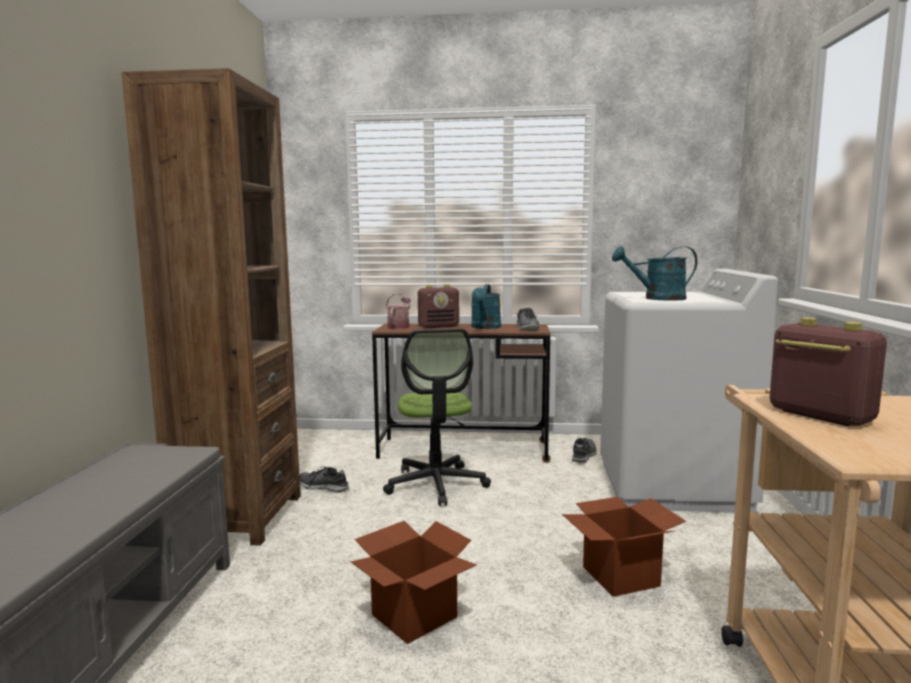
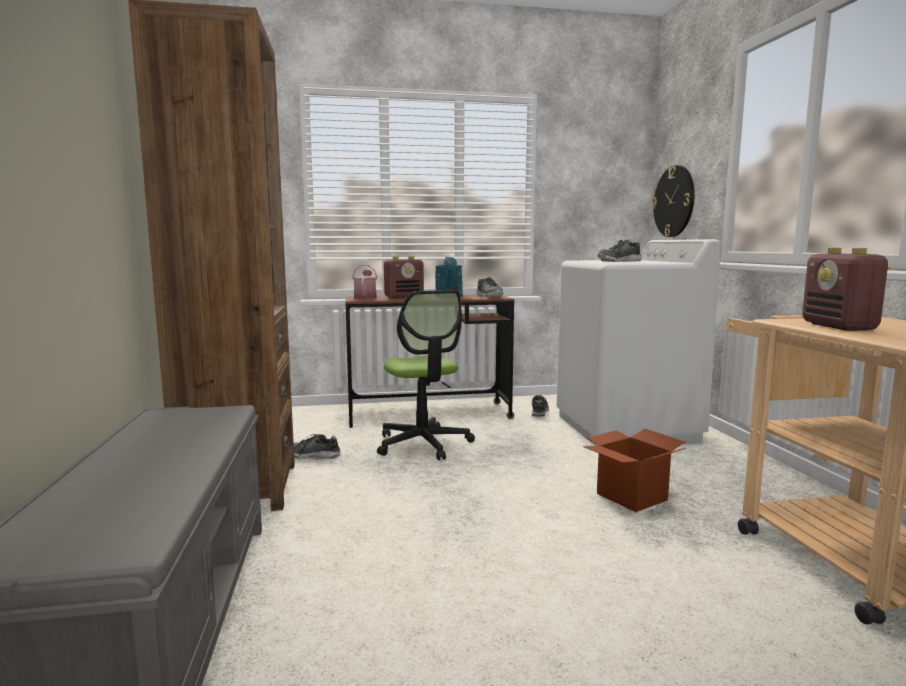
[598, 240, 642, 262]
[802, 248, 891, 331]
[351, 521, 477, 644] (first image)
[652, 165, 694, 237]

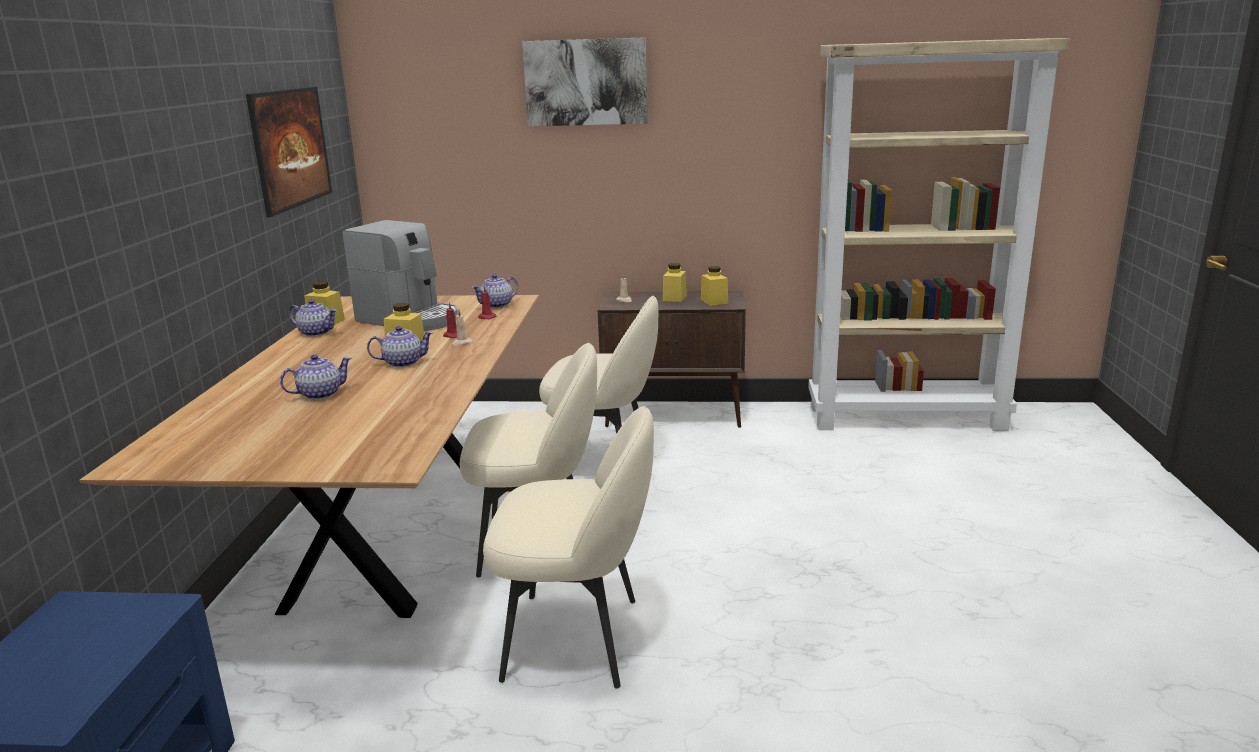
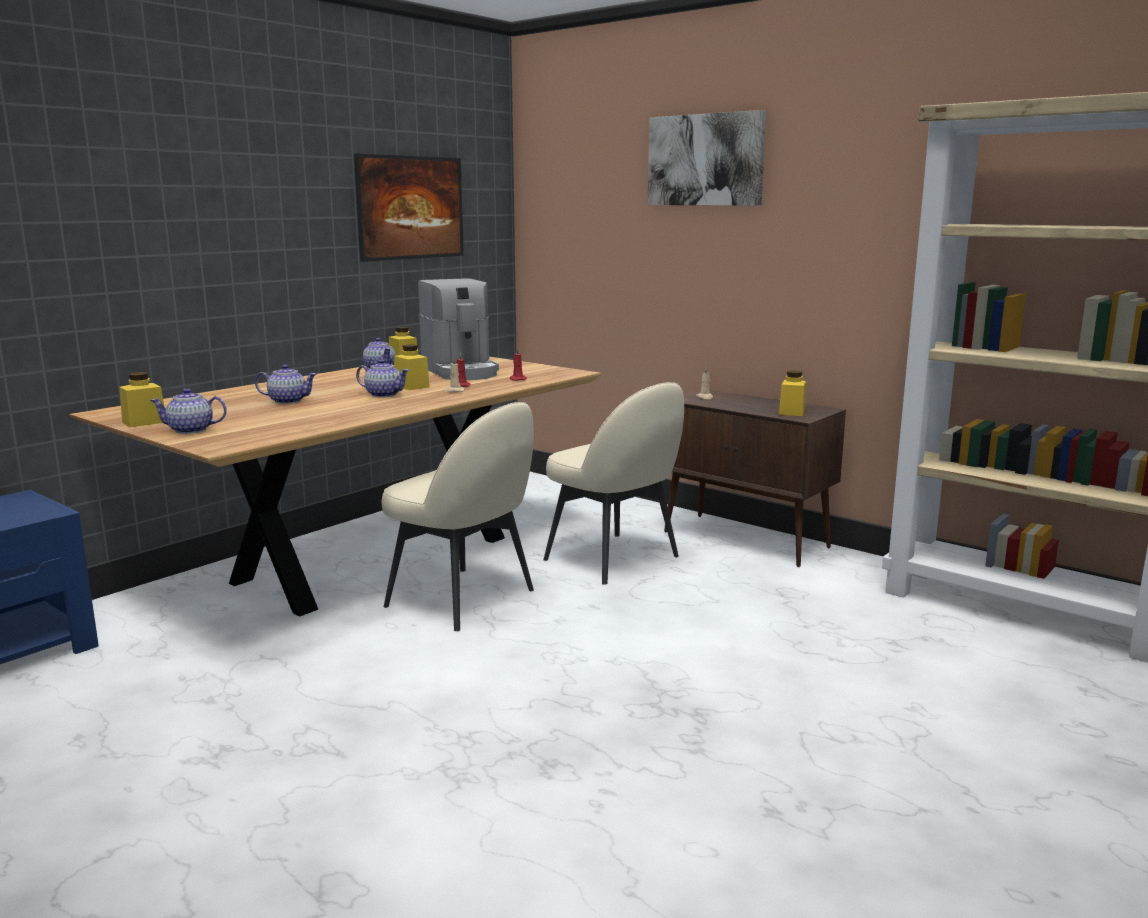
[119, 372, 164, 427]
[150, 388, 227, 434]
[483, 406, 654, 689] (first image)

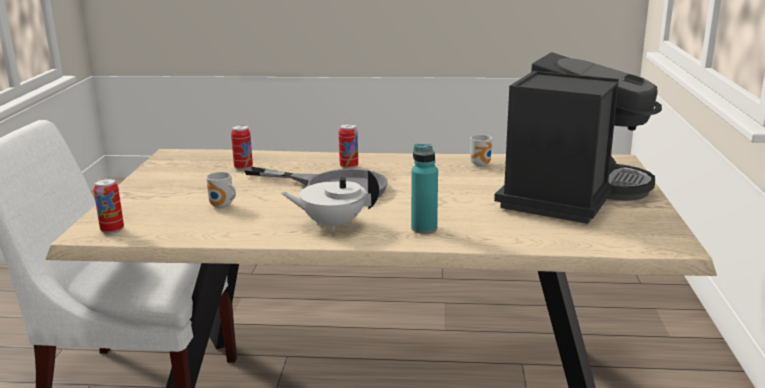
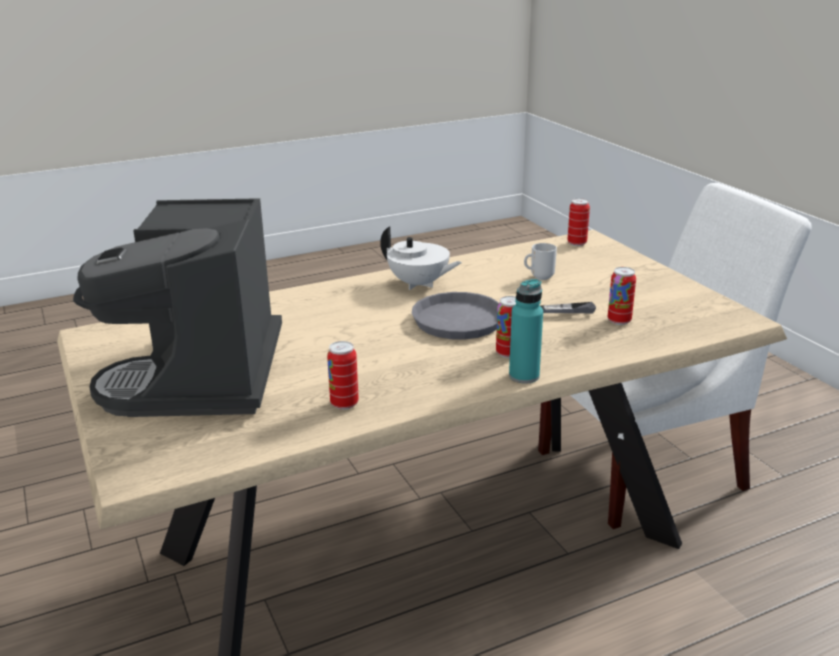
[327, 341, 359, 410]
[509, 279, 543, 384]
[380, 226, 462, 290]

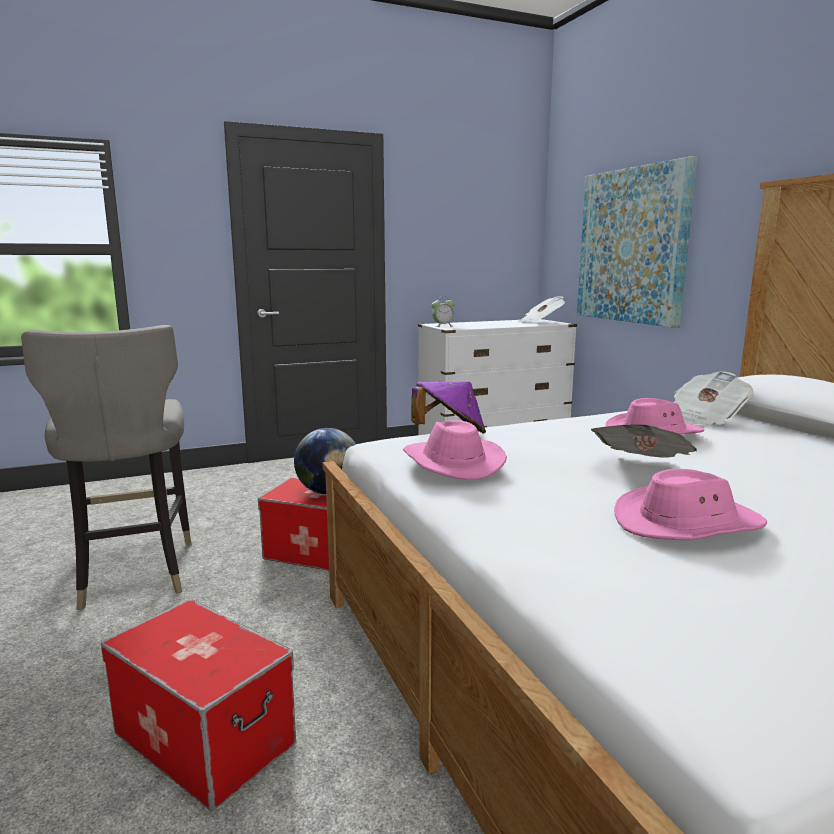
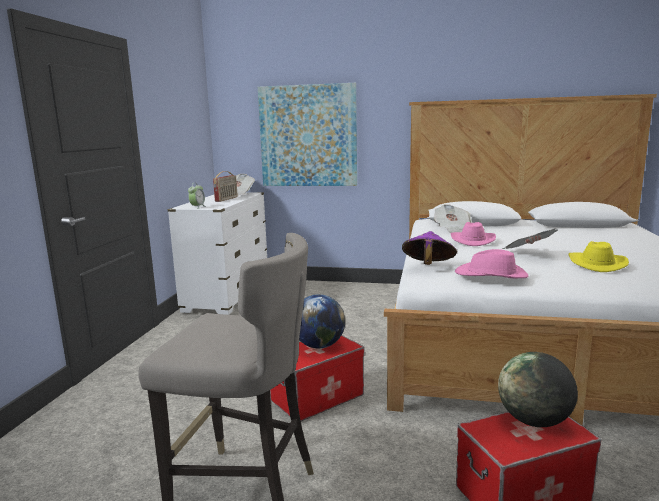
[569, 241, 629, 272]
[213, 171, 238, 202]
[498, 352, 578, 427]

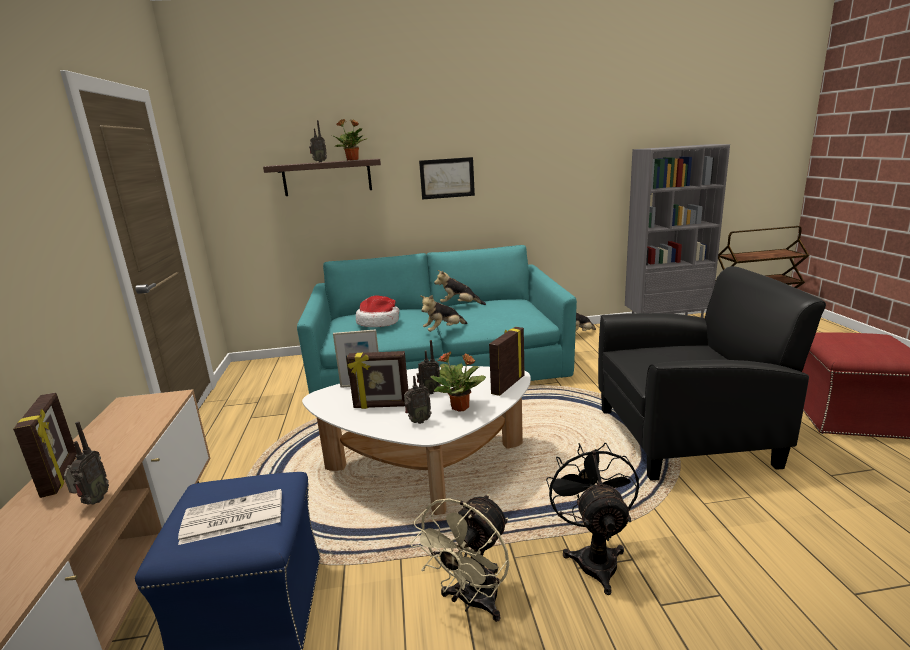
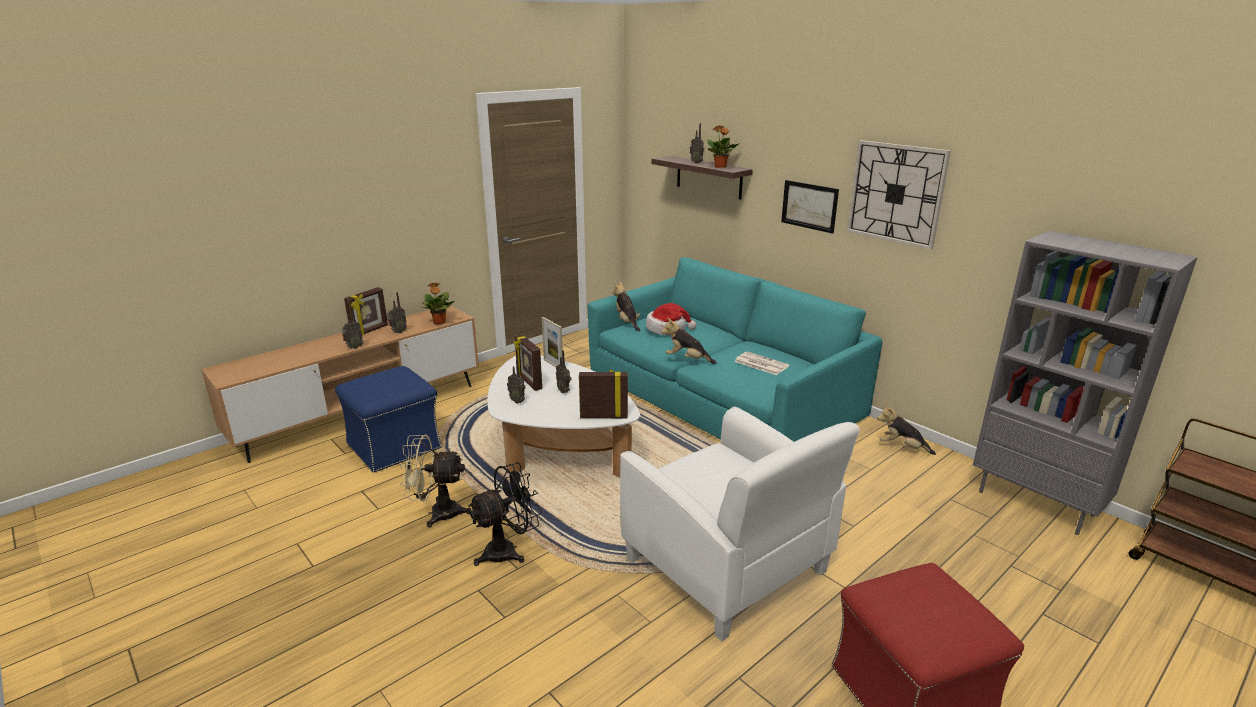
[620, 407, 860, 641]
[612, 282, 640, 332]
[421, 283, 454, 324]
[734, 352, 789, 375]
[847, 140, 951, 250]
[387, 292, 407, 333]

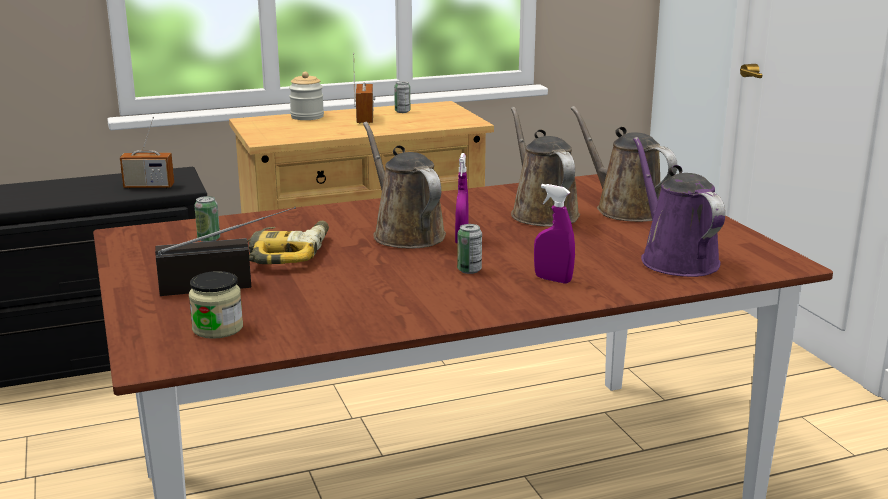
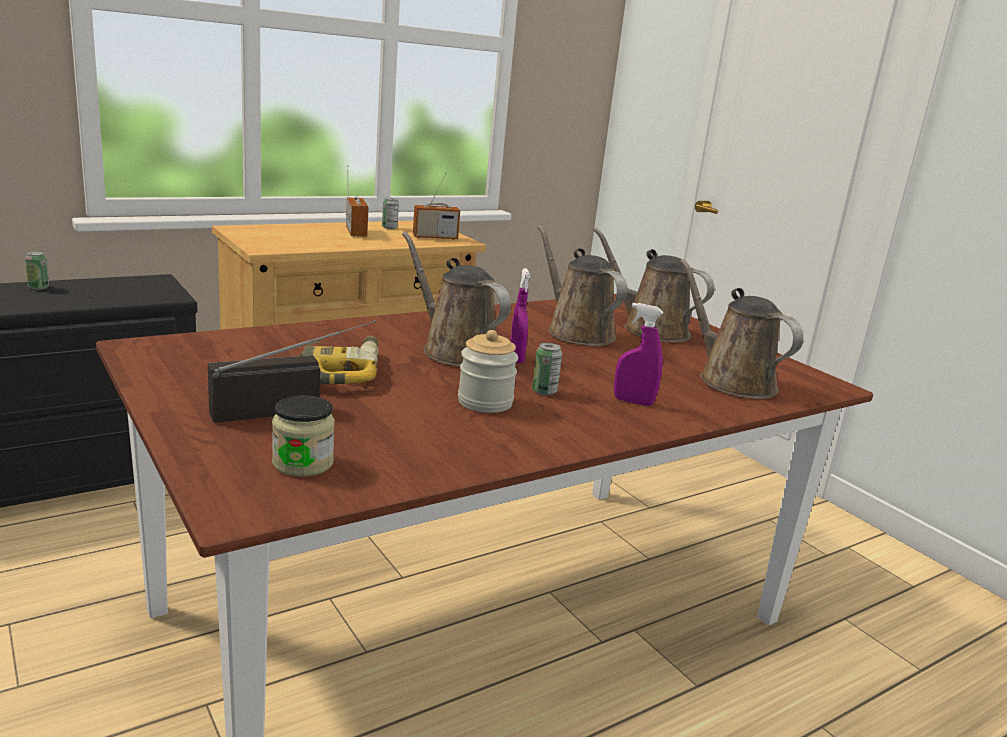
[458, 330, 518, 413]
[413, 172, 460, 240]
[680, 259, 804, 399]
[25, 251, 49, 290]

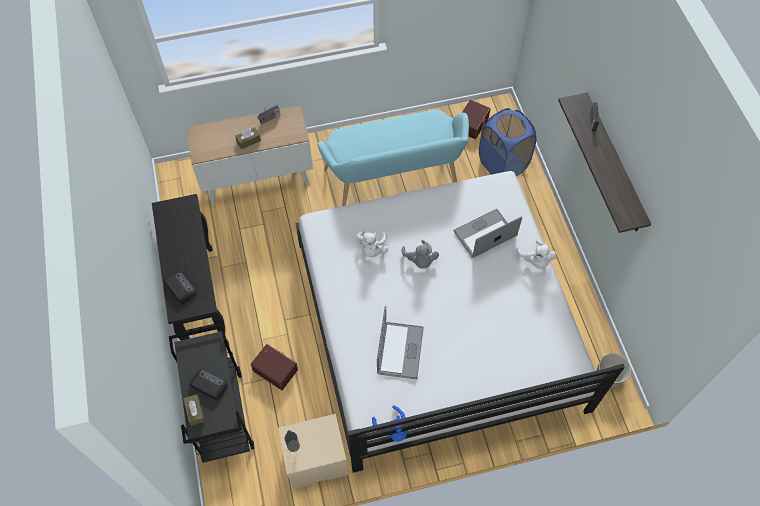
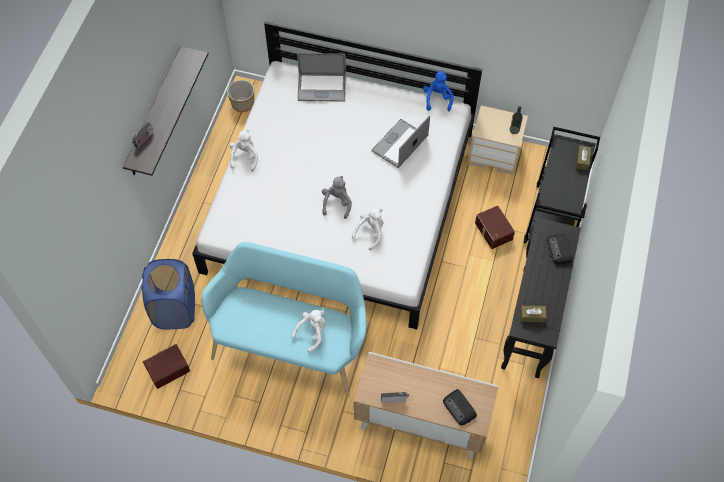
[520, 306, 547, 322]
[297, 53, 346, 102]
[443, 389, 477, 425]
[291, 310, 326, 353]

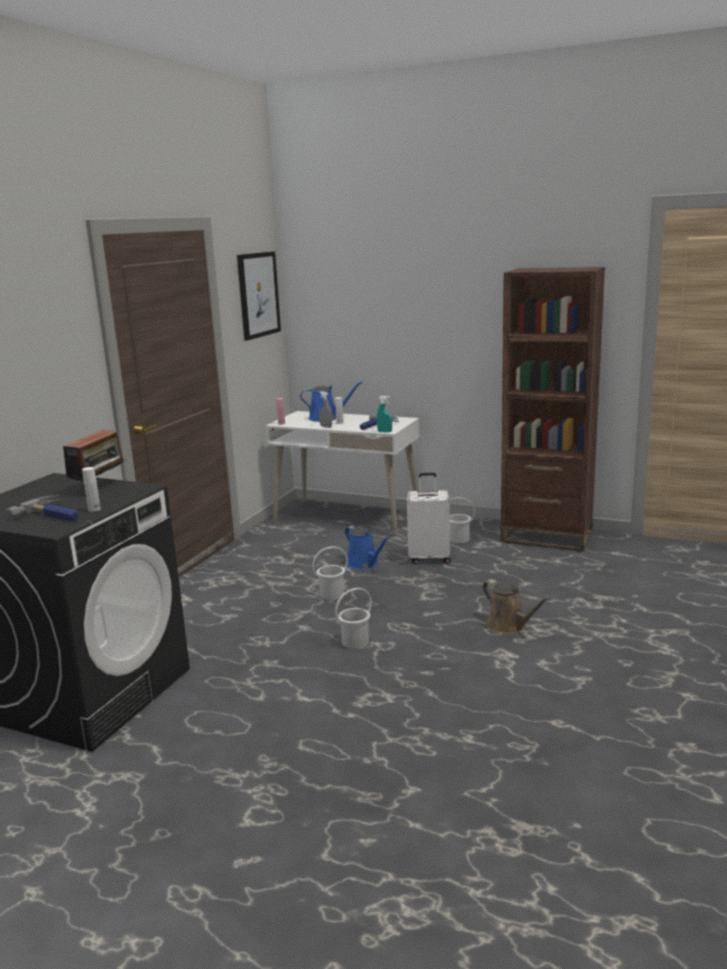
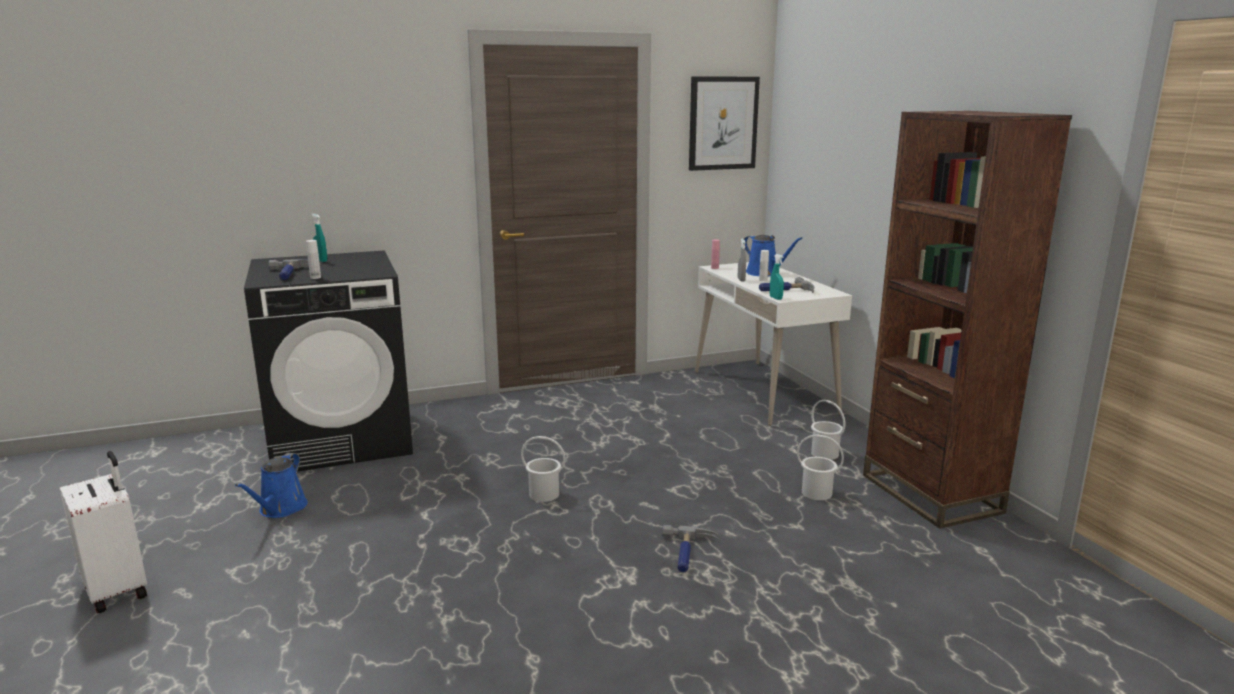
[63, 428, 128, 491] (first image)
[60, 451, 147, 614]
[235, 453, 308, 518]
[797, 435, 844, 500]
[662, 525, 718, 572]
[311, 214, 327, 262]

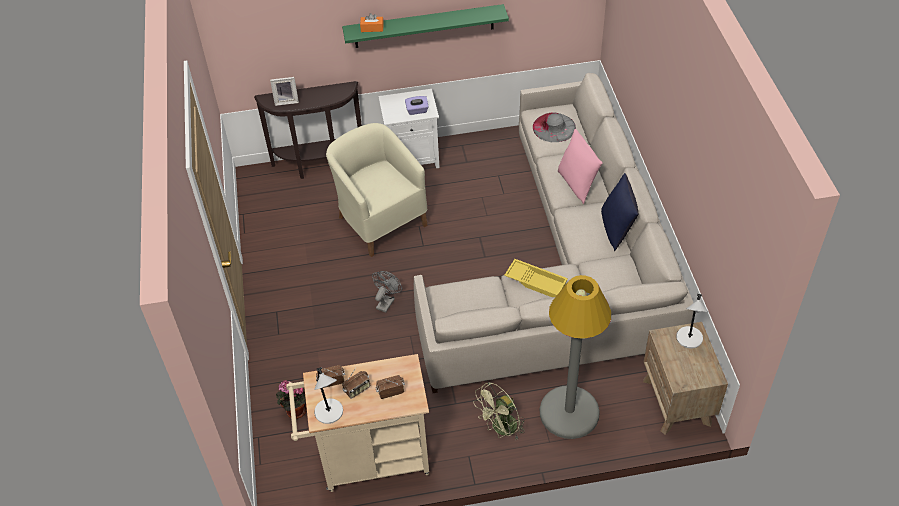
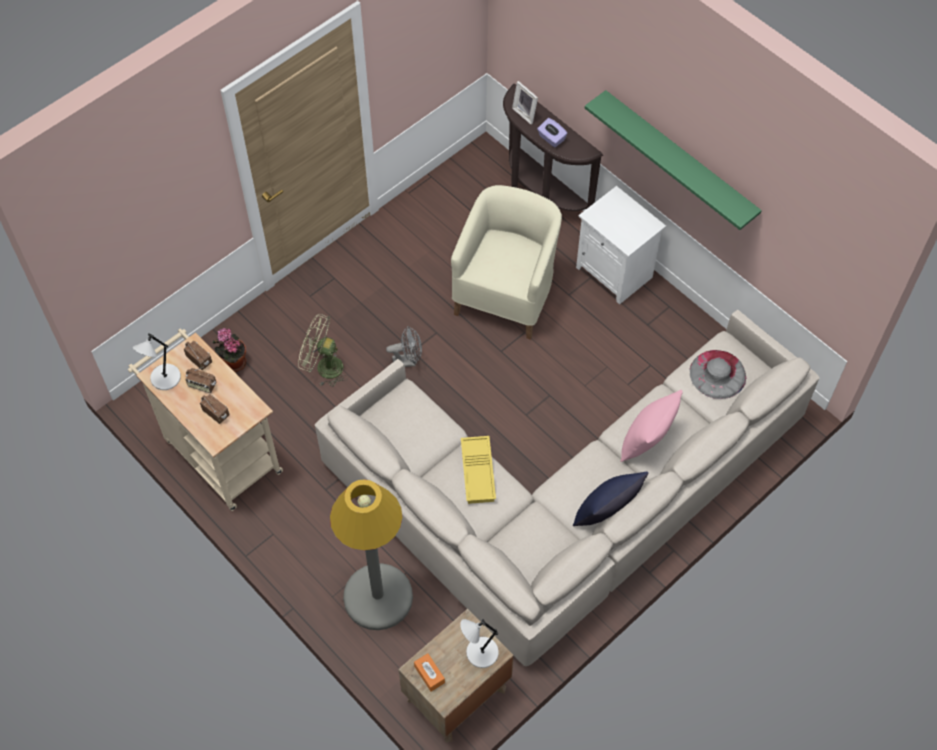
[414, 653, 445, 692]
[537, 118, 568, 147]
[298, 314, 348, 387]

